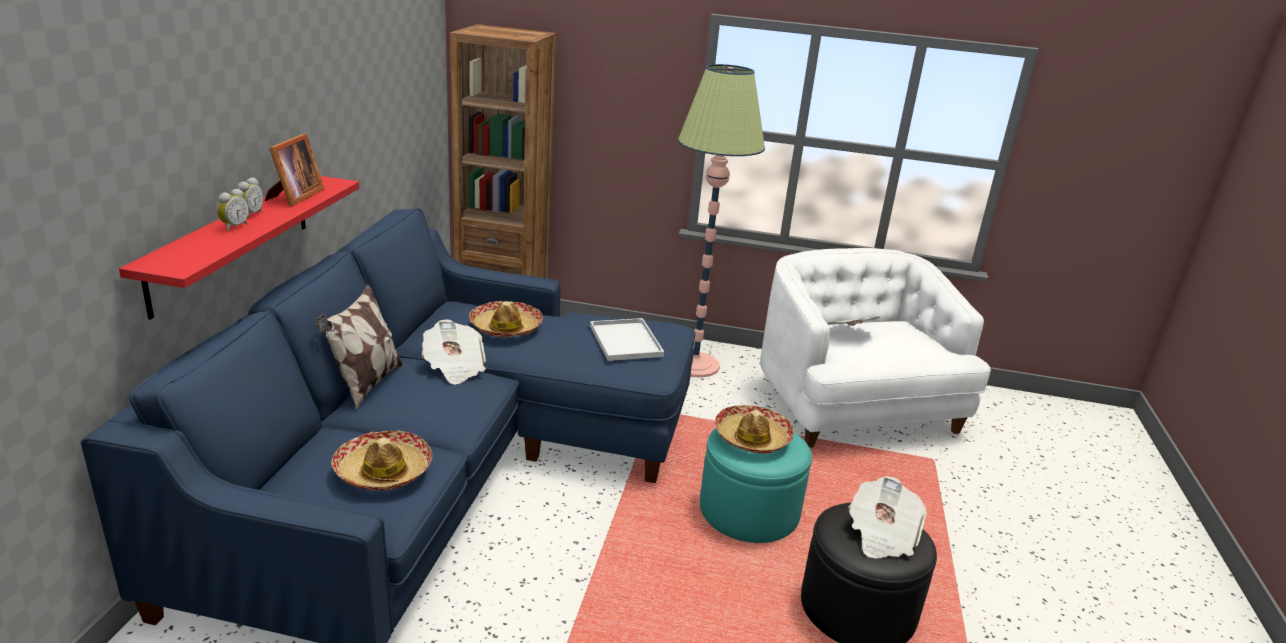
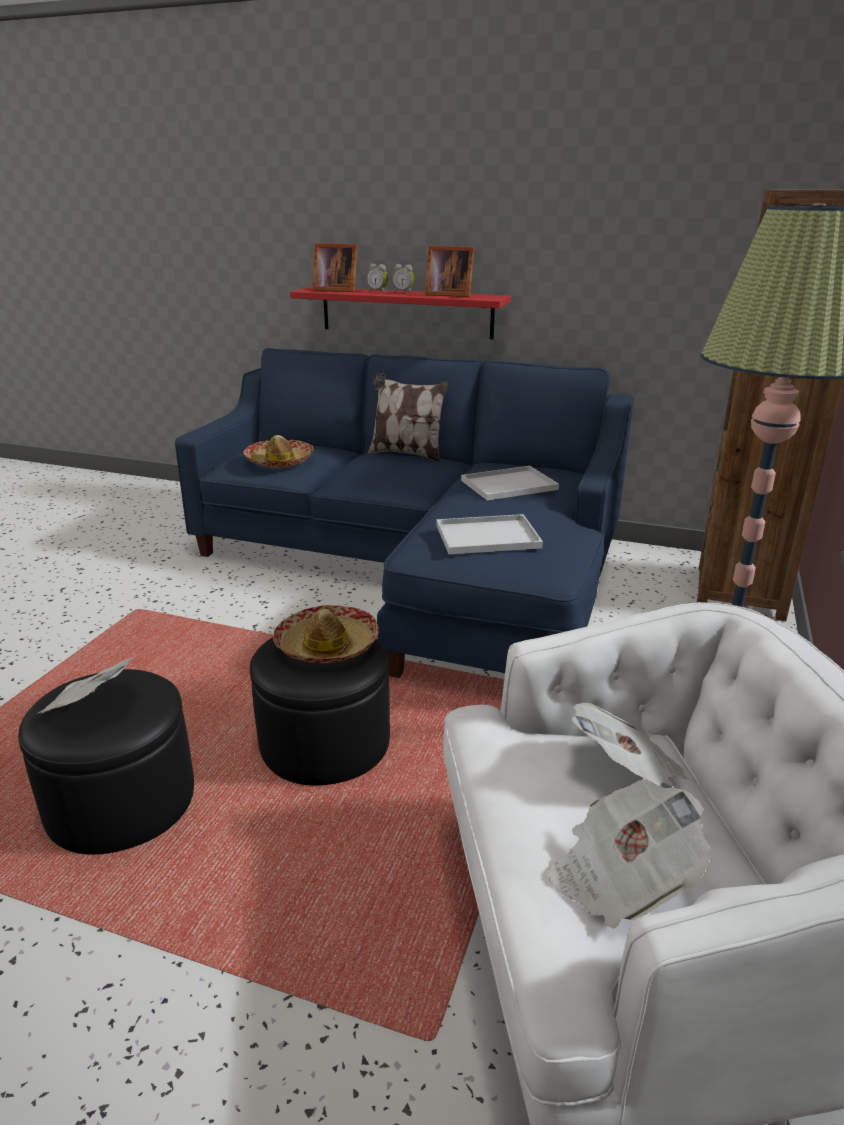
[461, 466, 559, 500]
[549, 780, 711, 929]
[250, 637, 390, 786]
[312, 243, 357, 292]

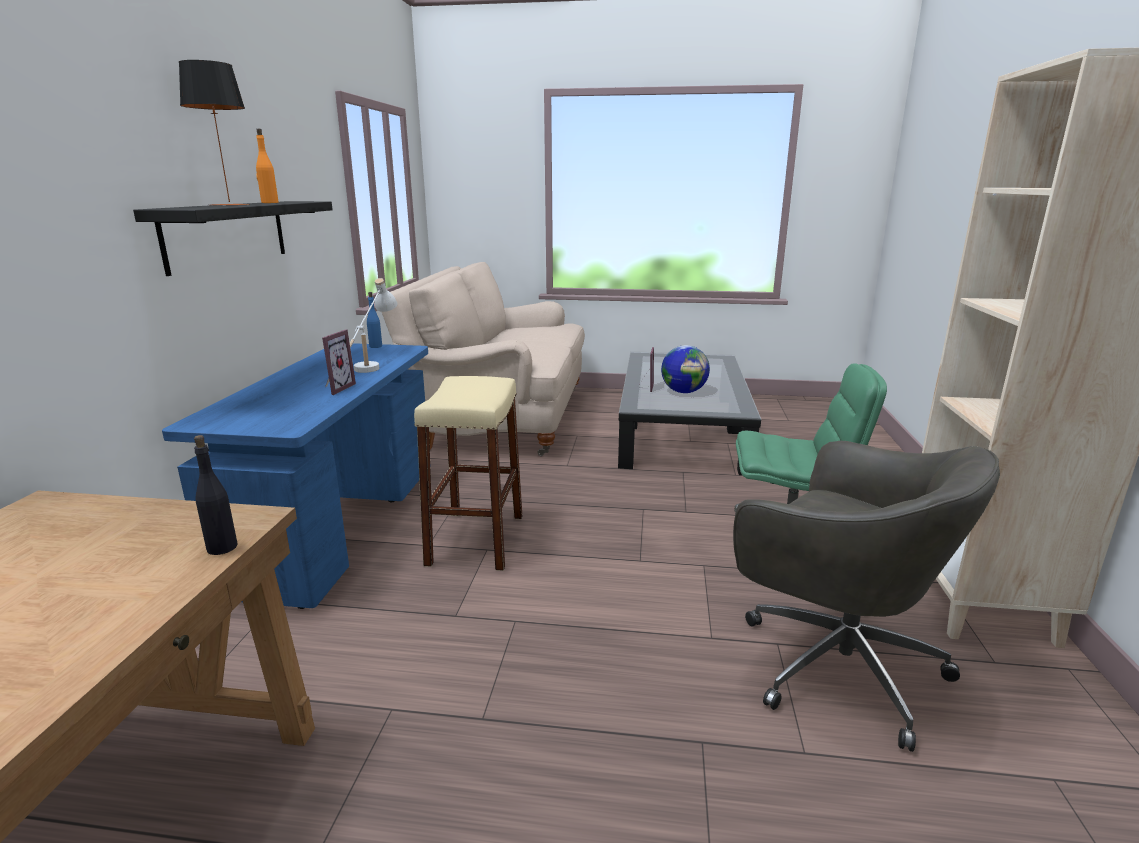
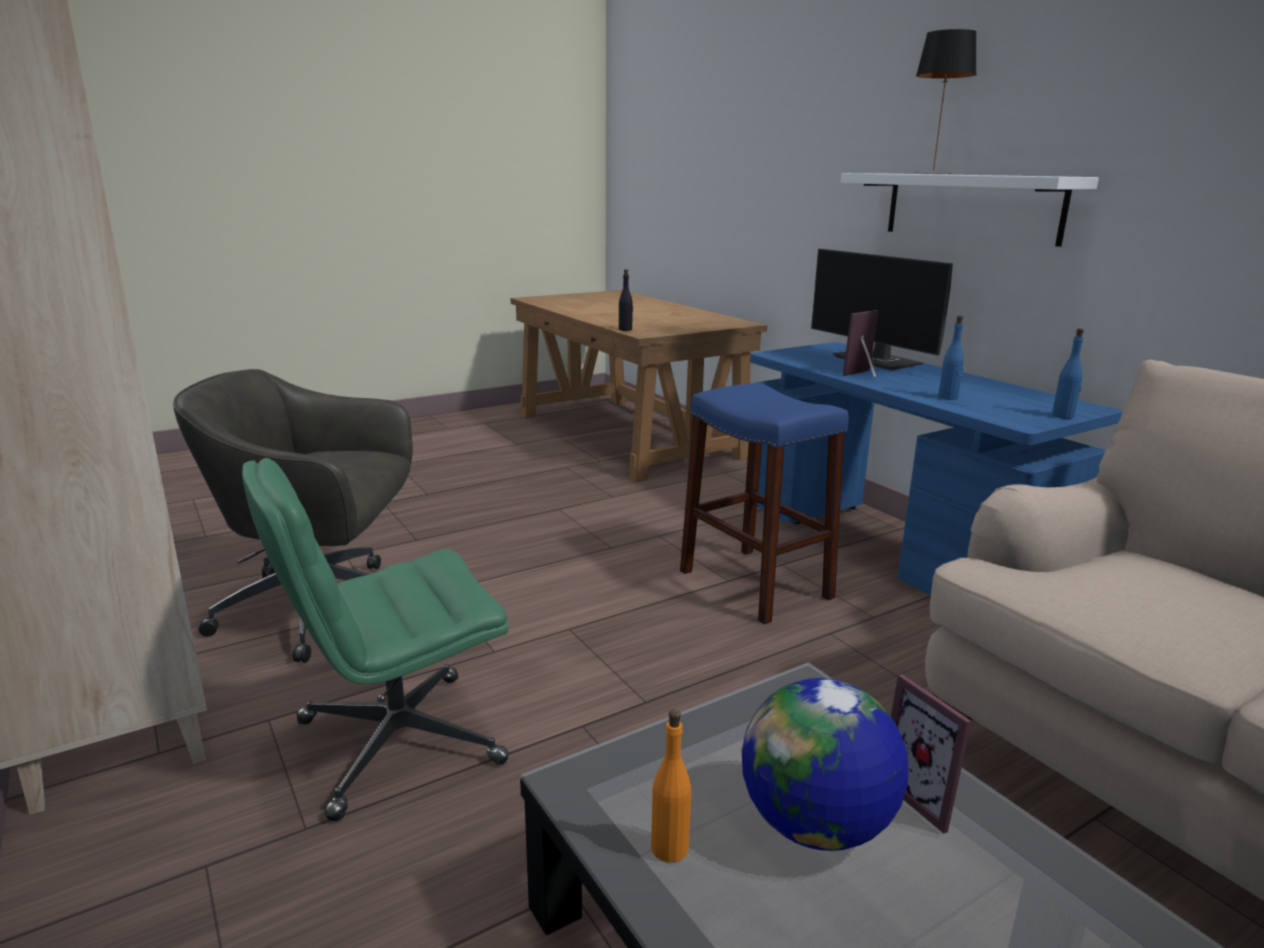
[651, 709, 691, 862]
[841, 173, 1099, 247]
[938, 316, 964, 400]
[843, 310, 879, 377]
[680, 383, 849, 624]
[811, 249, 953, 371]

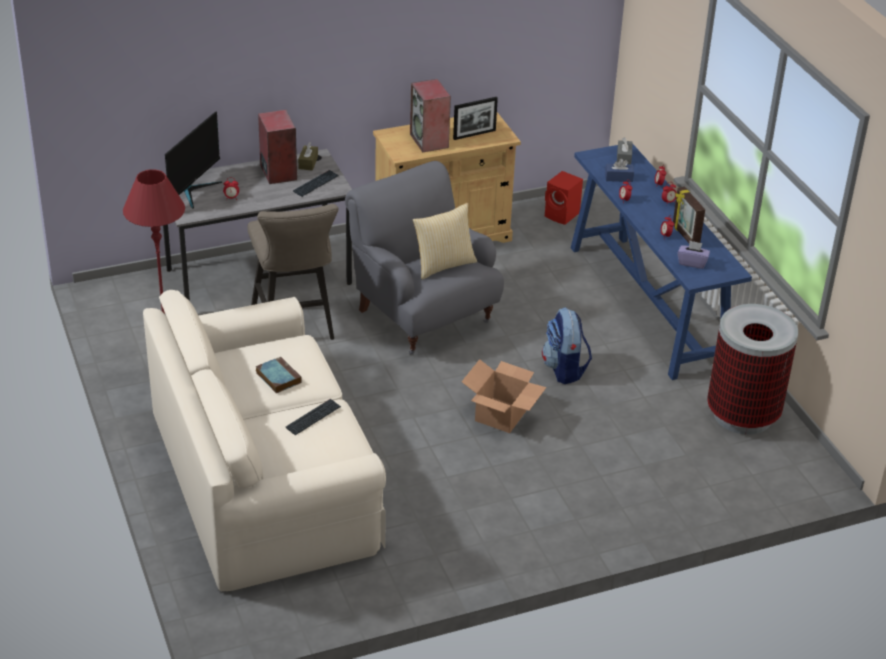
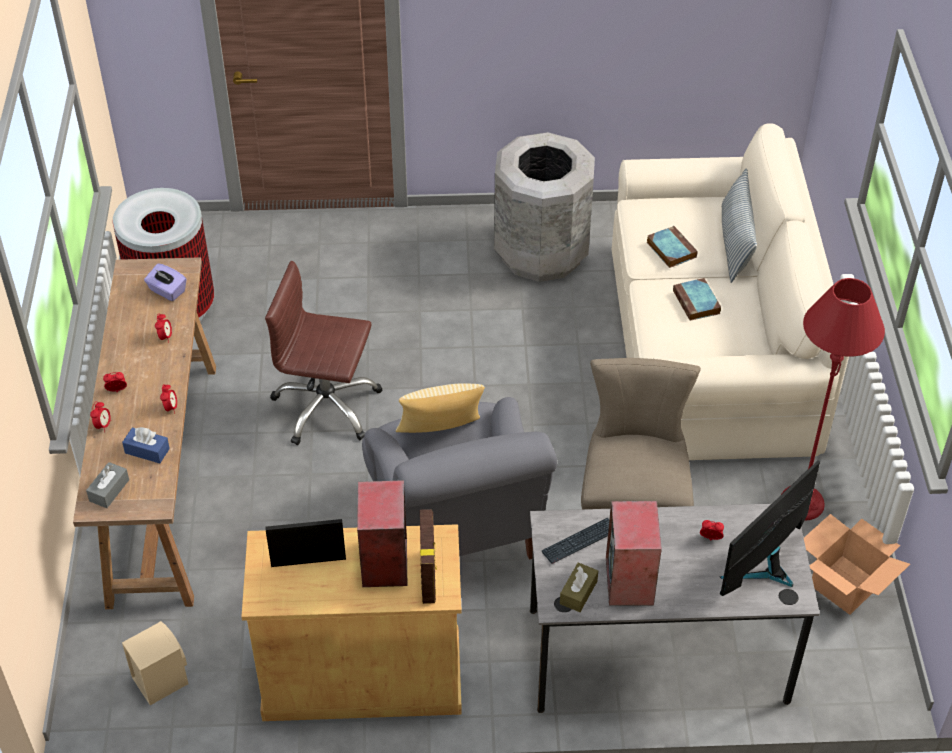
[73, 257, 216, 609]
[122, 621, 188, 705]
[420, 509, 437, 604]
[265, 261, 382, 445]
[804, 514, 910, 615]
[647, 226, 698, 268]
[494, 132, 595, 282]
[722, 169, 757, 283]

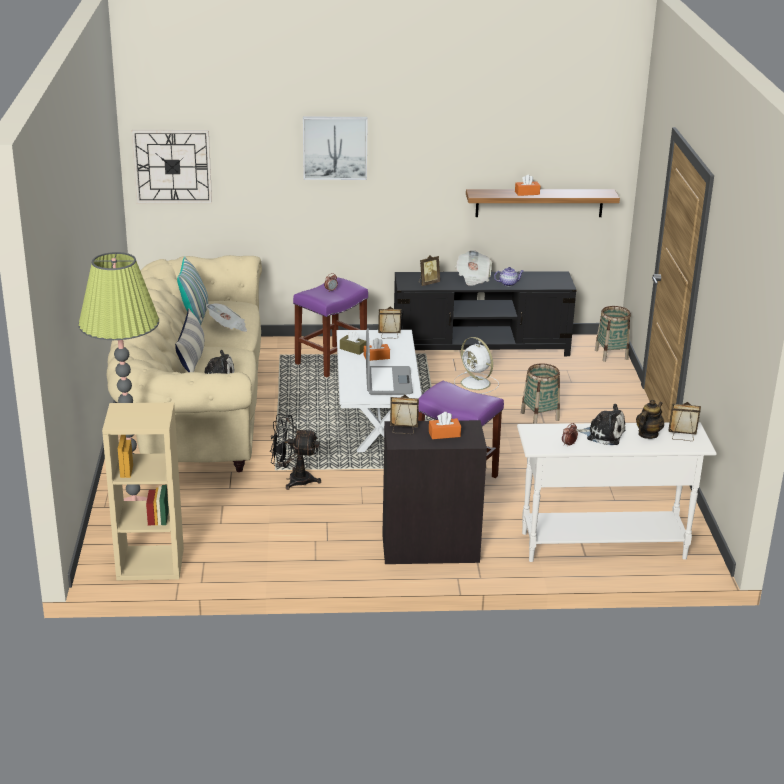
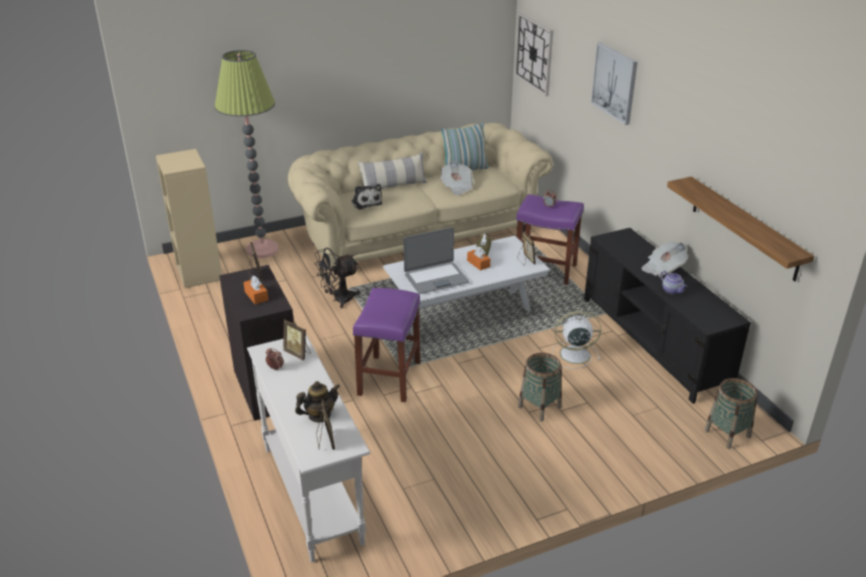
[515, 174, 540, 196] (first image)
[283, 320, 311, 361]
[552, 311, 601, 369]
[295, 381, 340, 422]
[577, 404, 625, 445] (first image)
[314, 248, 360, 308]

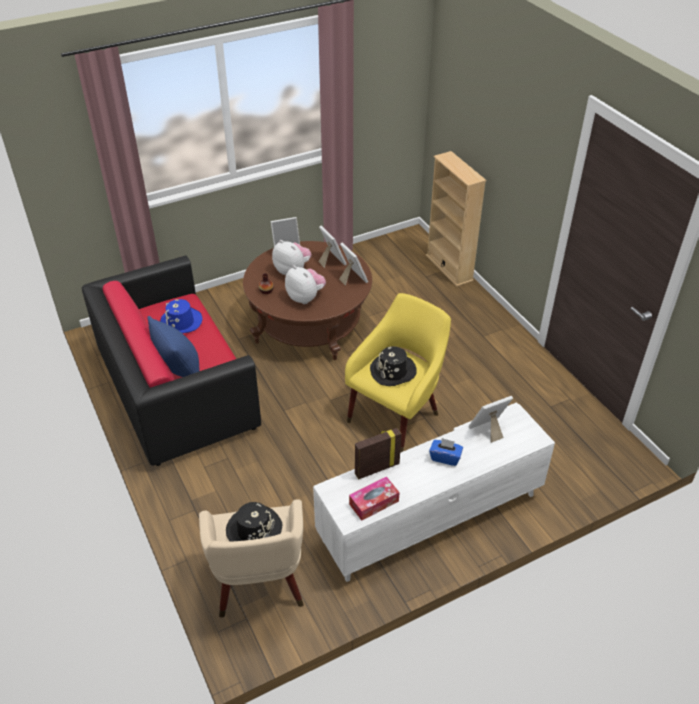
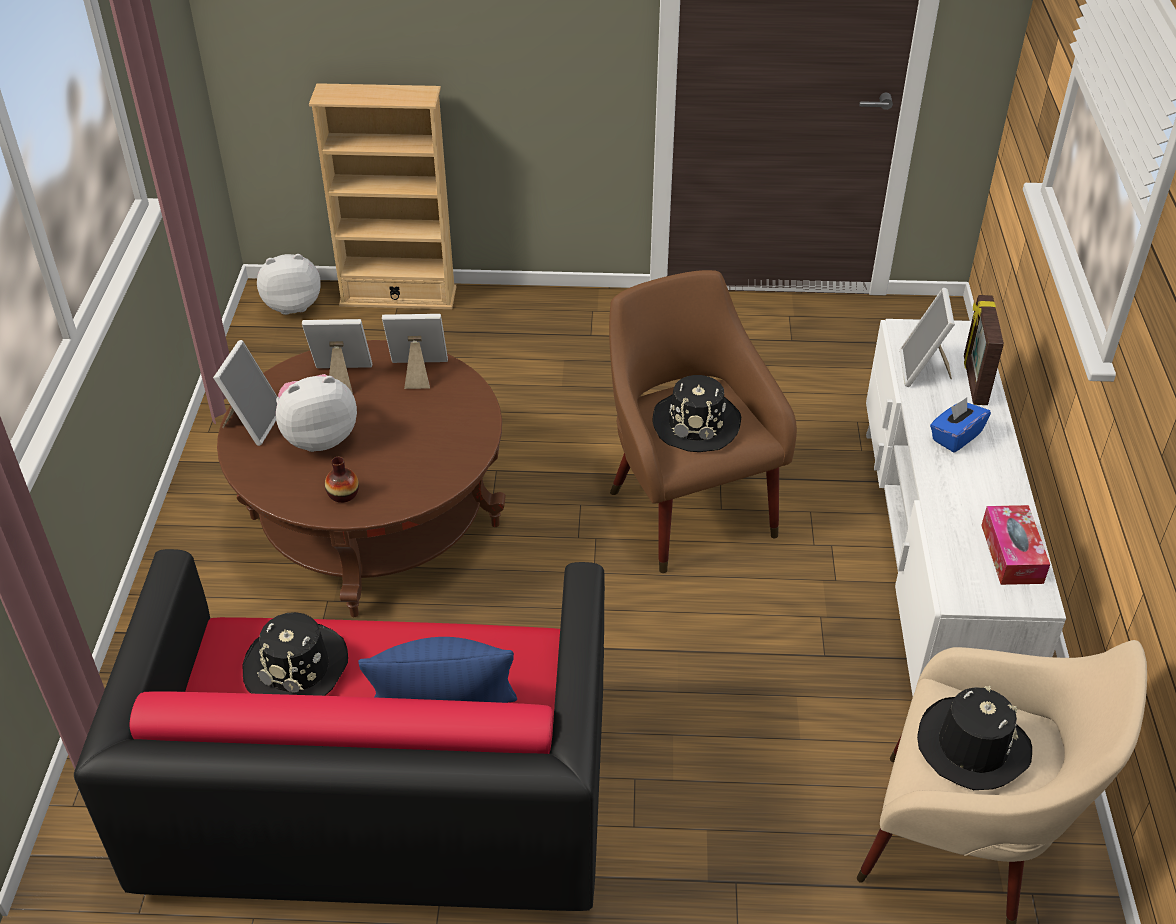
[257, 254, 321, 315]
[609, 270, 797, 573]
[243, 612, 348, 696]
[964, 295, 1004, 405]

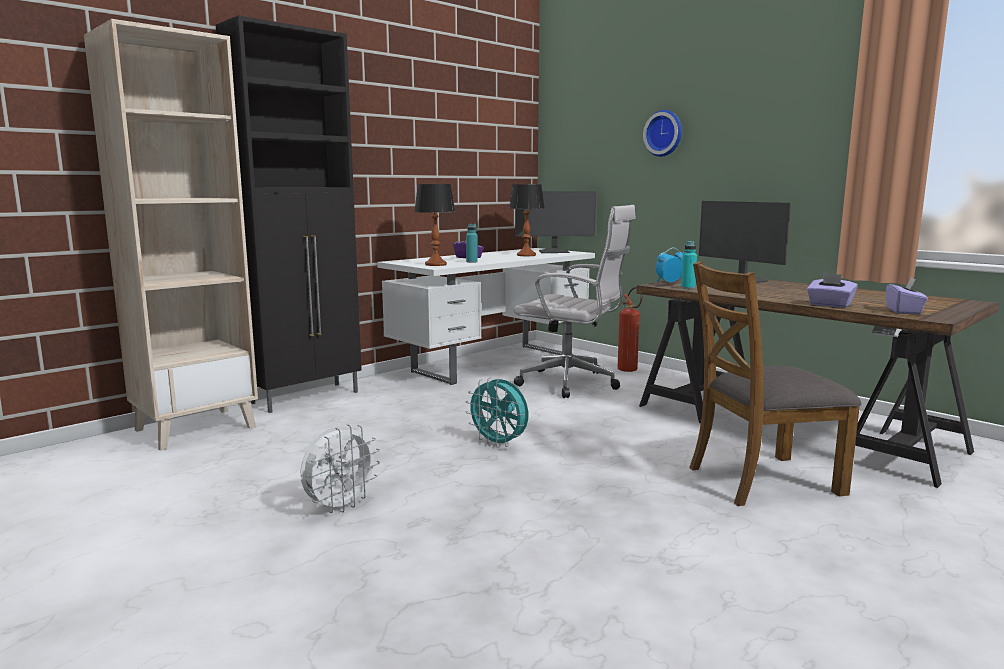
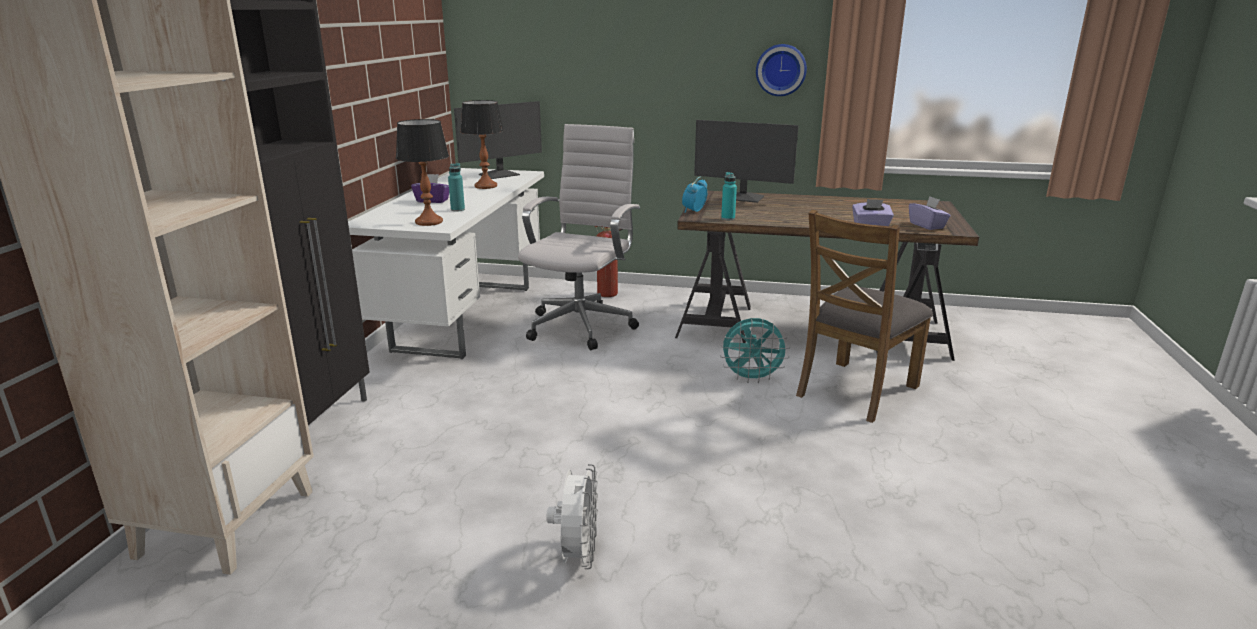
[756, 44, 807, 96]
[518, 124, 640, 350]
[720, 318, 790, 383]

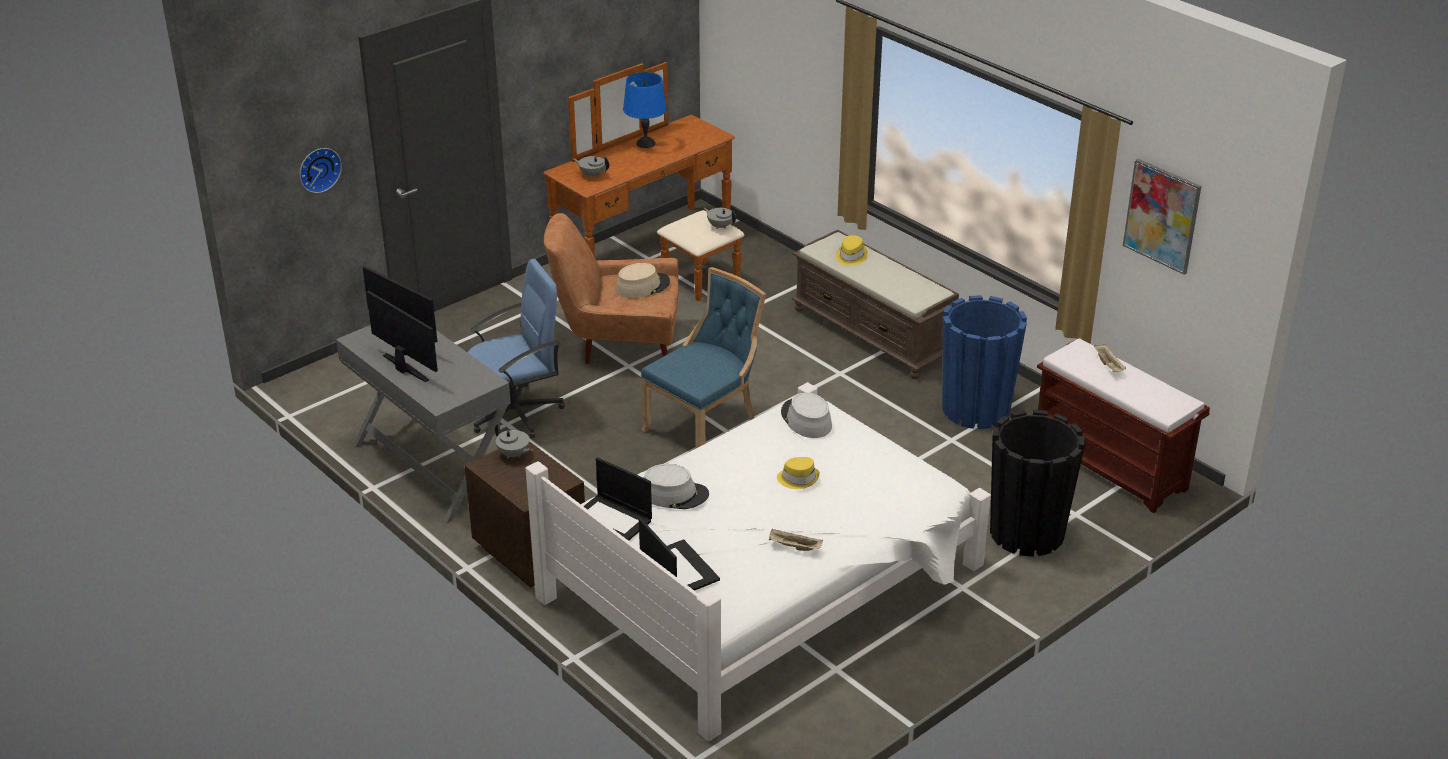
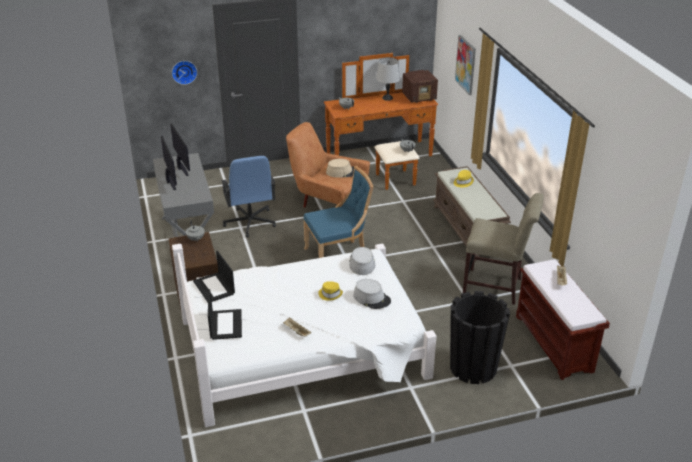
[376, 57, 401, 101]
[455, 35, 476, 95]
[221, 156, 276, 237]
[463, 193, 544, 305]
[353, 279, 391, 309]
[402, 70, 438, 103]

